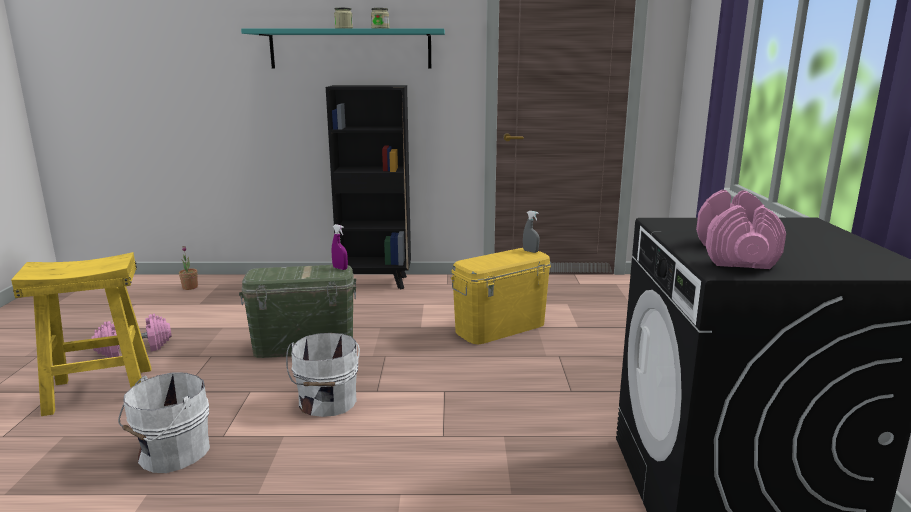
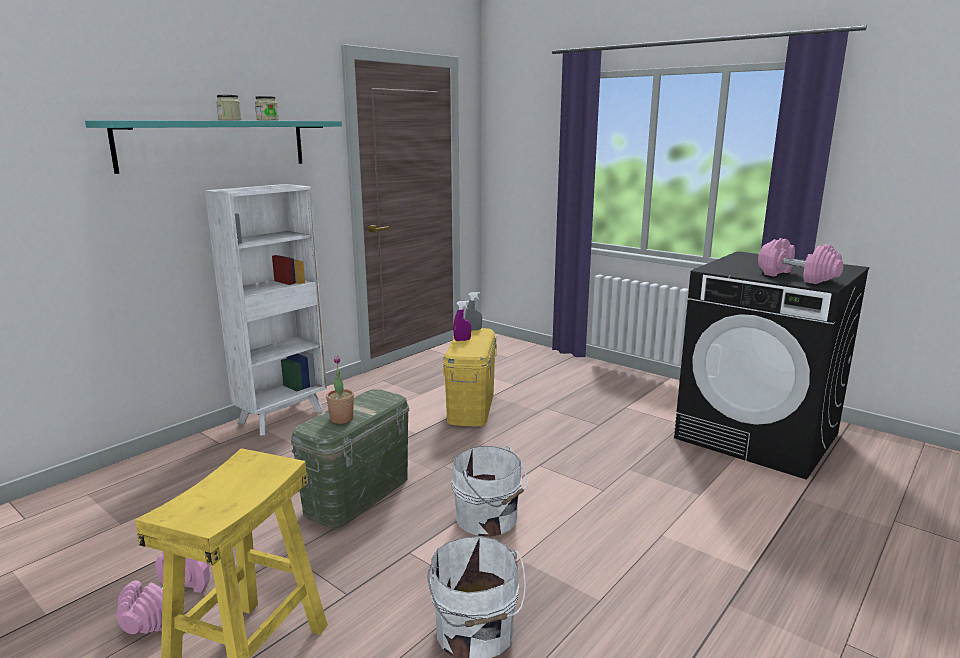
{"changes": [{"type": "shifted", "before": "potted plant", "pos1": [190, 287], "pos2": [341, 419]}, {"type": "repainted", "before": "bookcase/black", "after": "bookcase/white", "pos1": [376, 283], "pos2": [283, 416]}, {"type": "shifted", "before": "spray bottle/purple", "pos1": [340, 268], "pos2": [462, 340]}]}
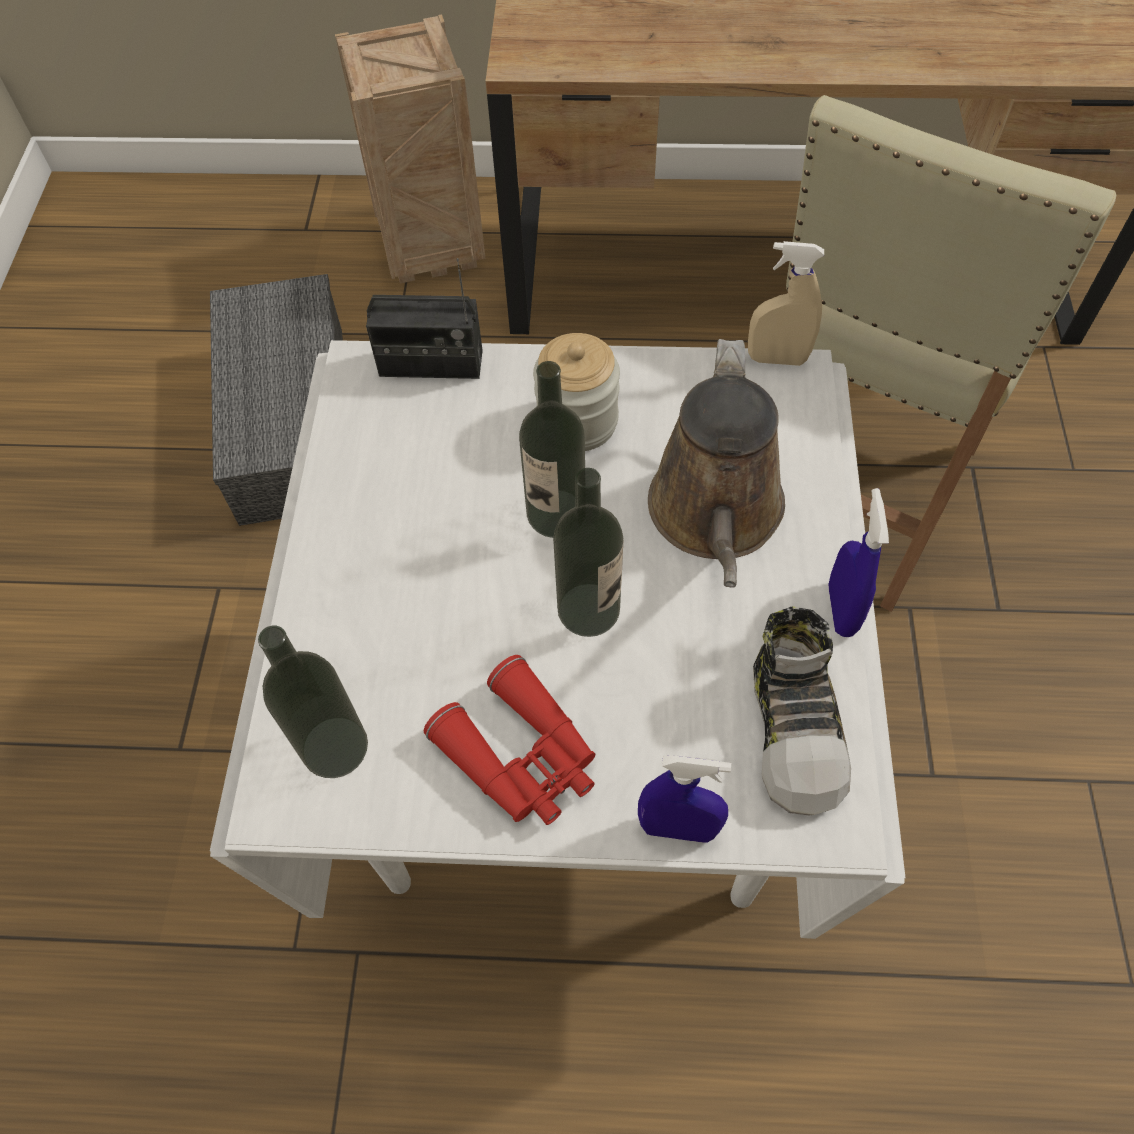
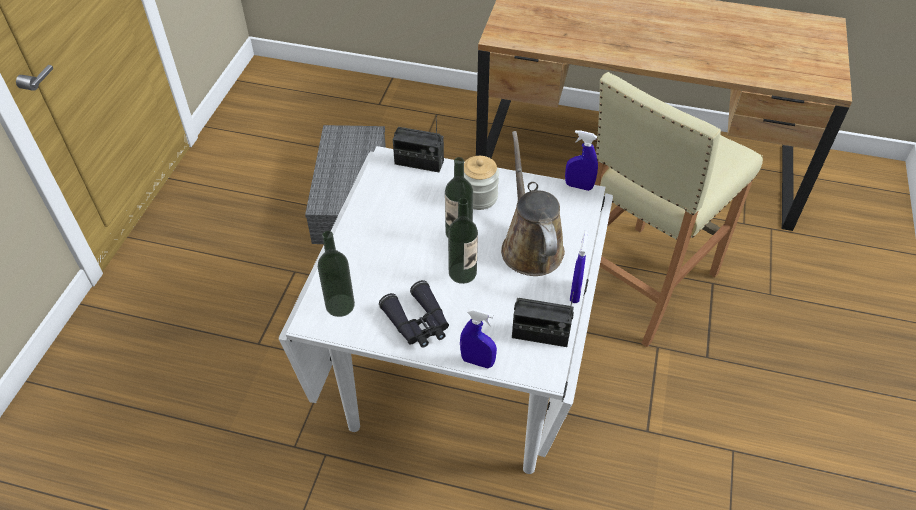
{"changes": [{"type": "gone", "before": "crate", "pos1": [433, 247]}, {"type": "repainted", "before": "binoculars/red", "after": "binoculars/black", "pos1": [521, 756], "pos2": [418, 323]}, {"type": "rotated", "before": "watering can/brown", "pos1": [715, 516], "pos2": [530, 246], "turn": 150}, {"type": "repainted", "before": "spray bottle/beige", "after": "spray bottle/blue", "pos1": [777, 359], "pos2": [578, 186]}, {"type": "swapped", "before": "shoe", "after": "radio", "pos1": [796, 729], "pos2": [540, 334]}]}
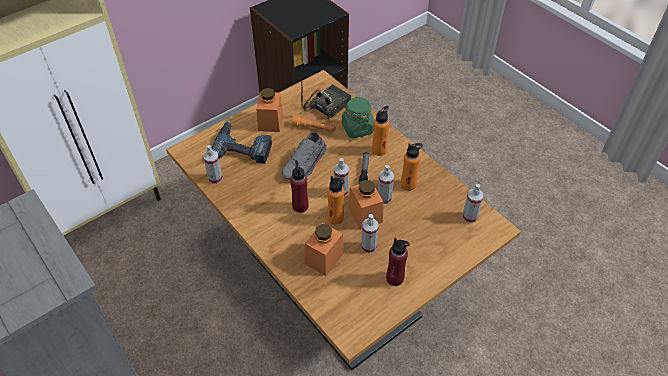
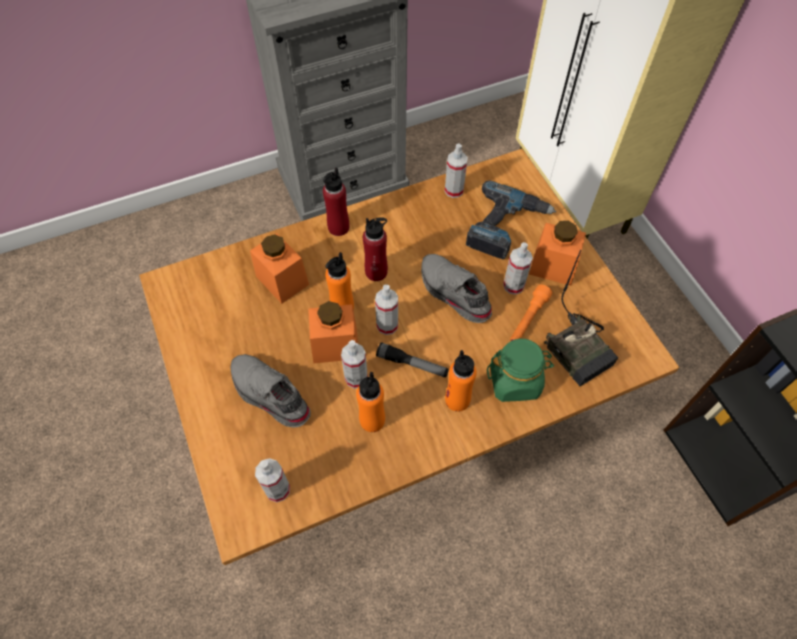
{"changes": [{"type": "shifted", "before": "spray bottle", "pos1": [368, 247], "pos2": [513, 285]}, {"type": "shifted", "before": "bottle/red", "pos1": [395, 278], "pos2": [338, 227]}, {"type": "new", "after": "shoe/grey", "pos2": [269, 395]}]}
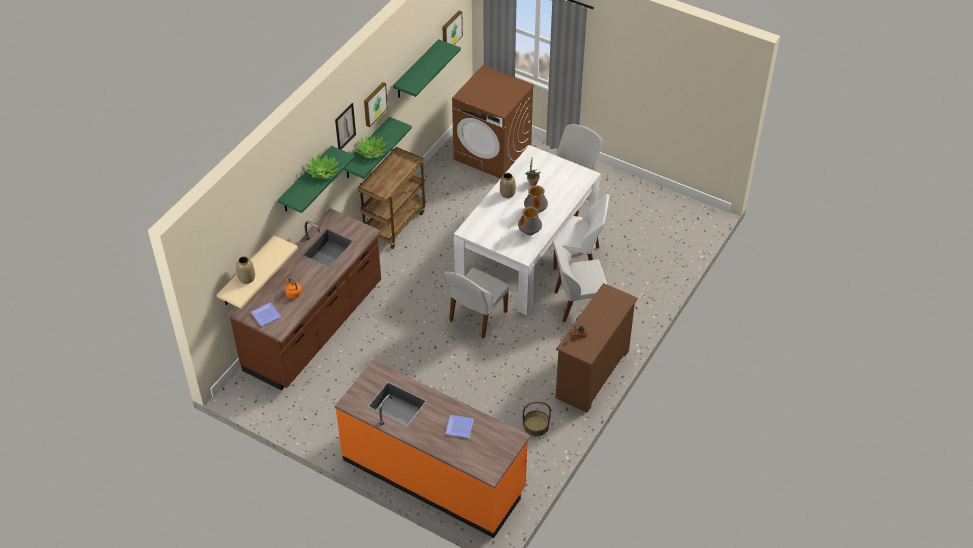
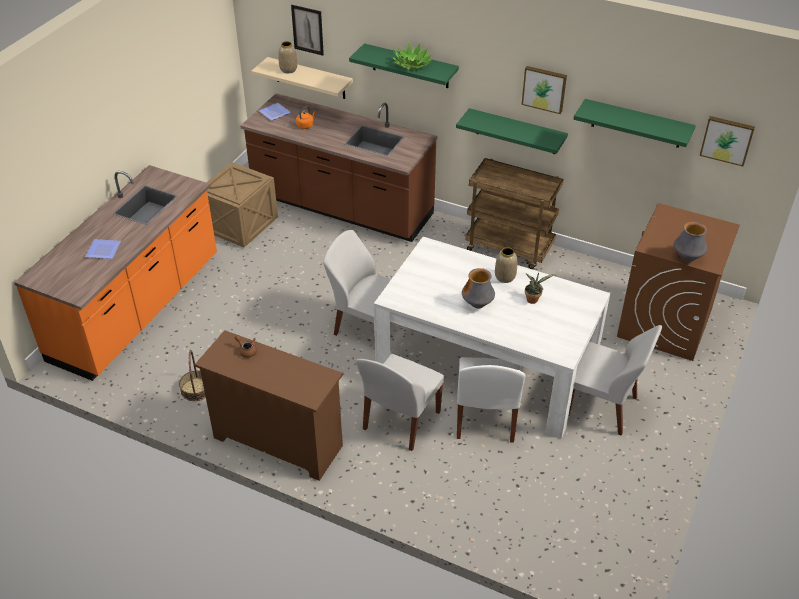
{"changes": [{"type": "shifted", "before": "picture", "pos1": [345, 127], "pos2": [307, 30]}, {"type": "gone", "before": "potted plant", "pos1": [372, 152]}, {"type": "shifted", "before": "vase", "pos1": [529, 232], "pos2": [687, 258]}, {"type": "rotated", "before": "chair/white", "pos1": [577, 304], "pos2": [400, 422], "turn": -135}, {"type": "new", "after": "crate", "pos2": [240, 225]}]}
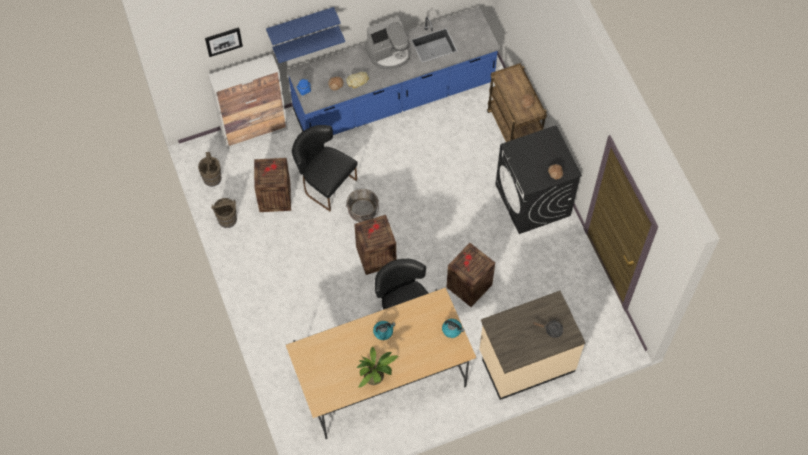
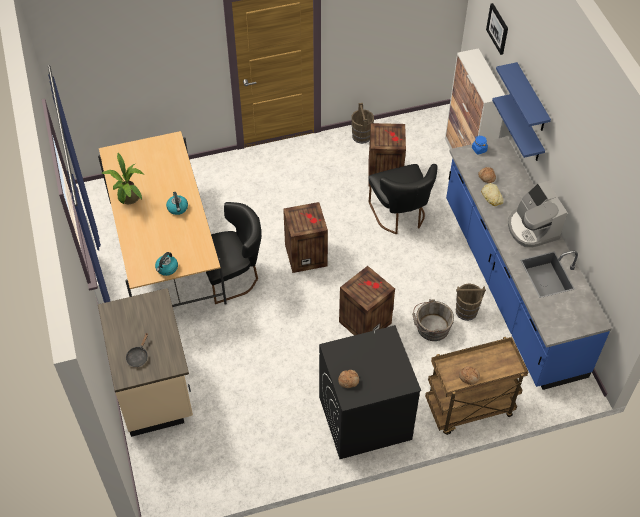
{"changes": [{"type": "shifted", "before": "bucket/brown", "pos1": [212, 178], "pos2": [466, 311]}, {"type": "rotated", "before": "chair/black", "pos1": [324, 183], "pos2": [400, 215], "turn": 120}, {"type": "shifted", "before": "bucket/grey", "pos1": [363, 212], "pos2": [431, 328]}, {"type": "shifted", "before": "crate", "pos1": [468, 286], "pos2": [365, 321]}]}
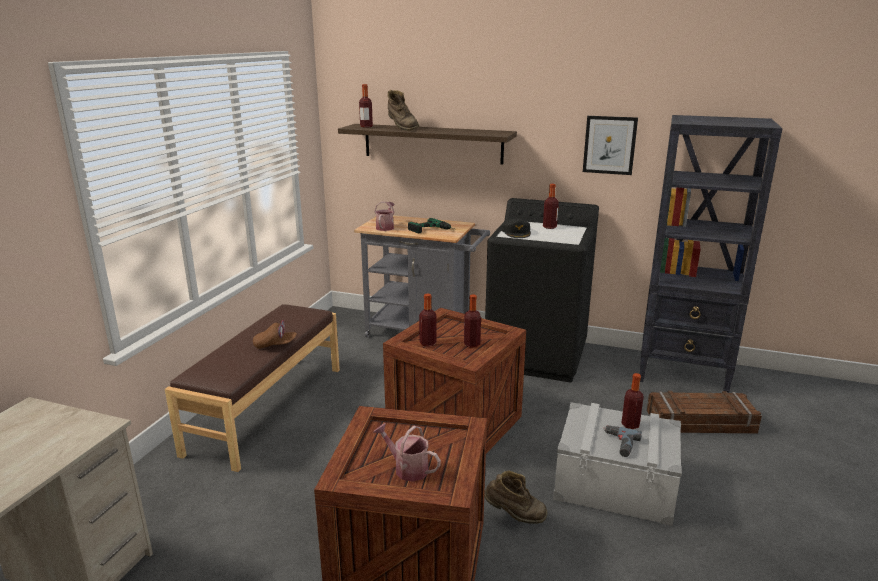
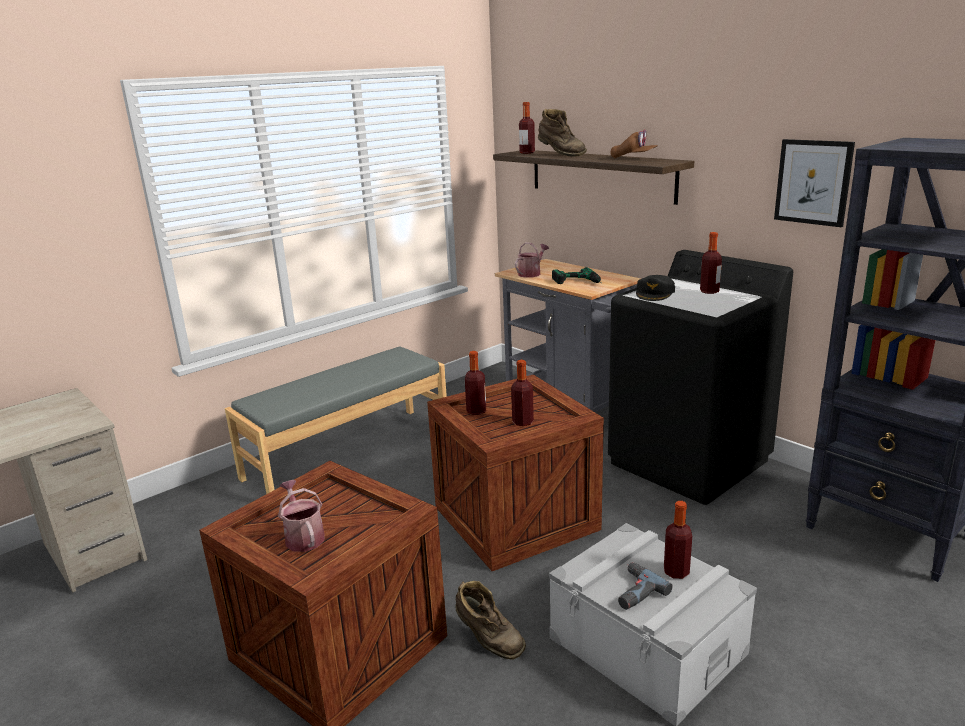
{"changes": [{"type": "repainted", "before": "bench/brown", "after": "bench/grey", "pos1": [266, 408], "pos2": [348, 453]}, {"type": "shifted", "before": "cap/brown", "pos1": [275, 345], "pos2": [633, 158]}, {"type": "rotated", "before": "boot/brown", "pos1": [401, 128], "pos2": [560, 155], "turn": -45}, {"type": "gone", "before": "crate", "pos1": [700, 422]}]}
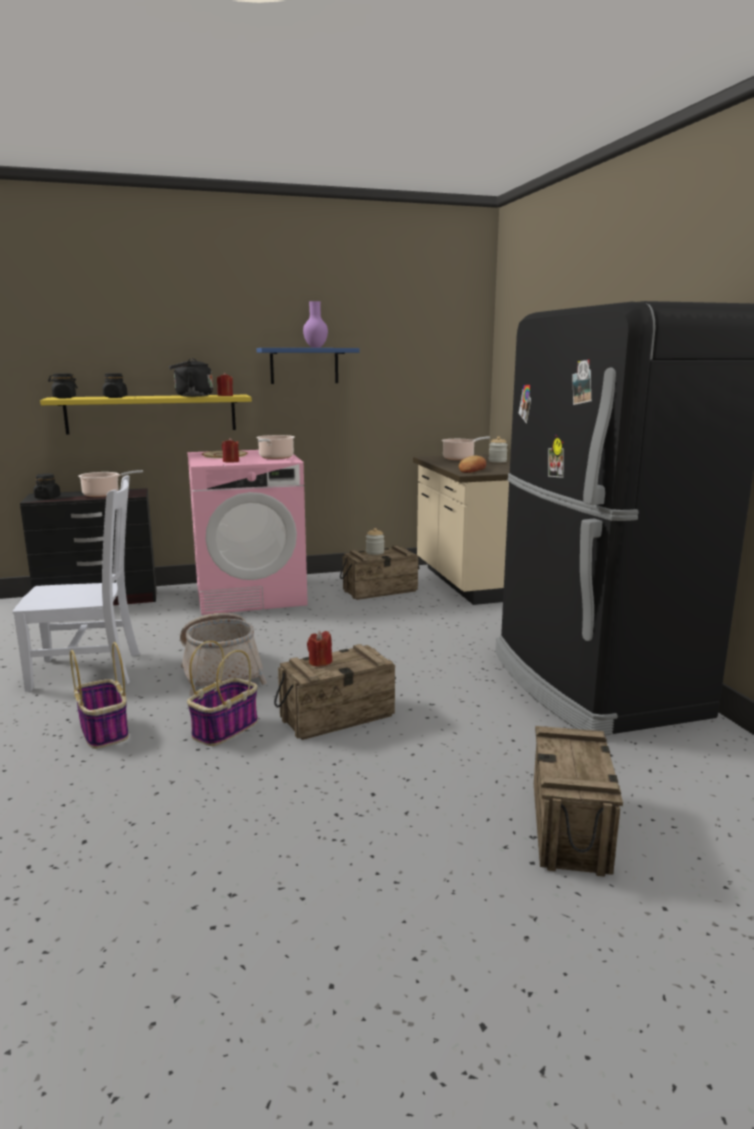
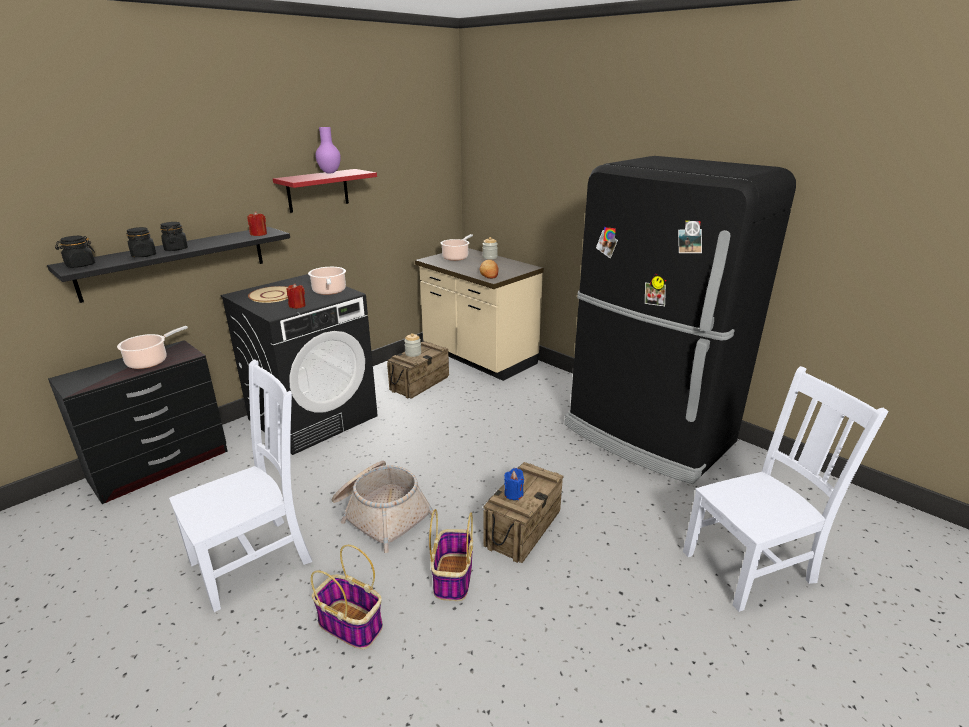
{"changes": [{"type": "shifted", "before": "jar/black", "pos1": [47, 497], "pos2": [176, 248]}, {"type": "repainted", "before": "shelf/yellow", "after": "shelf/black", "pos1": [151, 414], "pos2": [175, 262]}, {"type": "gone", "before": "kettle/black", "pos1": [191, 396]}, {"type": "repainted", "before": "washing machine/pink", "after": "washing machine/black", "pos1": [250, 594], "pos2": [313, 417]}, {"type": "repainted", "before": "shelf/blue", "after": "shelf/red", "pos1": [304, 365], "pos2": [318, 190]}, {"type": "repainted", "before": "candle/red", "after": "candle/blue", "pos1": [320, 662], "pos2": [513, 494]}, {"type": "swapped", "before": "crate", "after": "chair/white", "pos1": [570, 828], "pos2": [751, 566]}]}
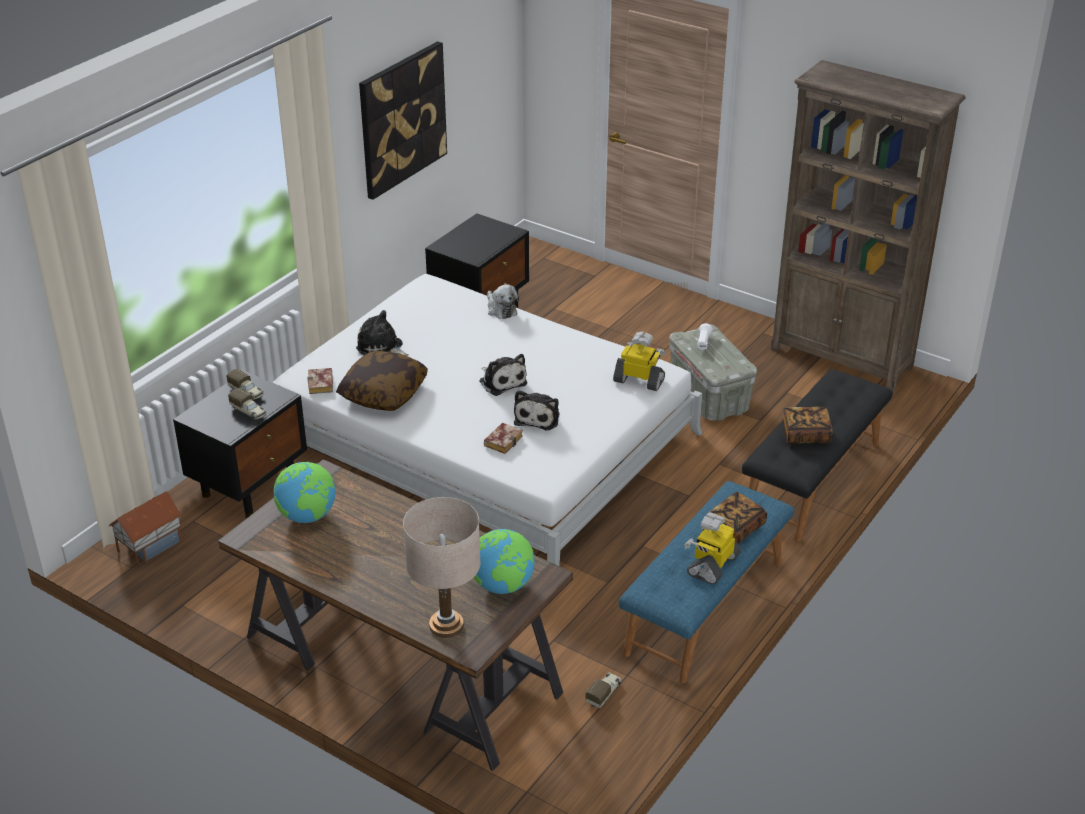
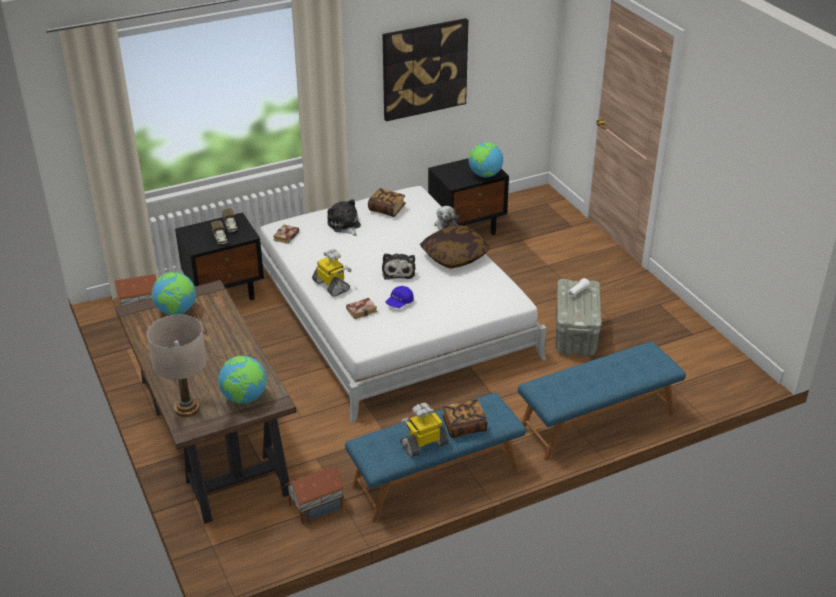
{"changes": [{"type": "shifted", "before": "pillow", "pos1": [383, 393], "pos2": [454, 256]}, {"type": "swapped", "before": "plush toy", "after": "cap/blue", "pos1": [538, 417], "pos2": [399, 303]}, {"type": "swapped", "before": "toy truck", "after": "toy house", "pos1": [604, 694], "pos2": [316, 506]}, {"type": "shifted", "before": "toy robot", "pos1": [639, 380], "pos2": [332, 285]}, {"type": "repainted", "before": "bench/black", "after": "bench/blue", "pos1": [813, 480], "pos2": [597, 422]}, {"type": "gone", "before": "bookcase/brown", "pos1": [842, 358]}, {"type": "shifted", "before": "book", "pos1": [805, 435], "pos2": [387, 209]}, {"type": "new", "after": "globe", "pos2": [485, 175]}]}
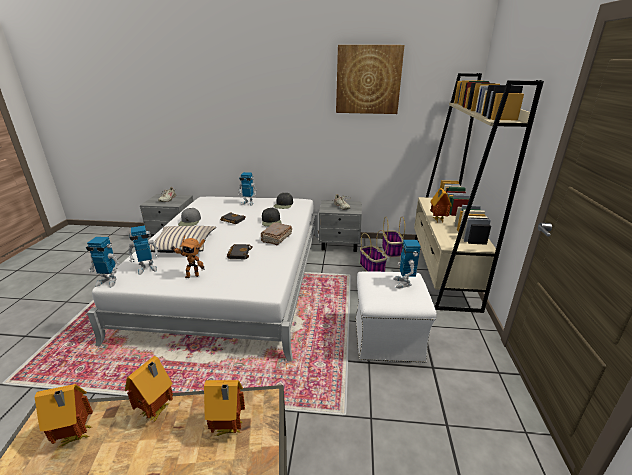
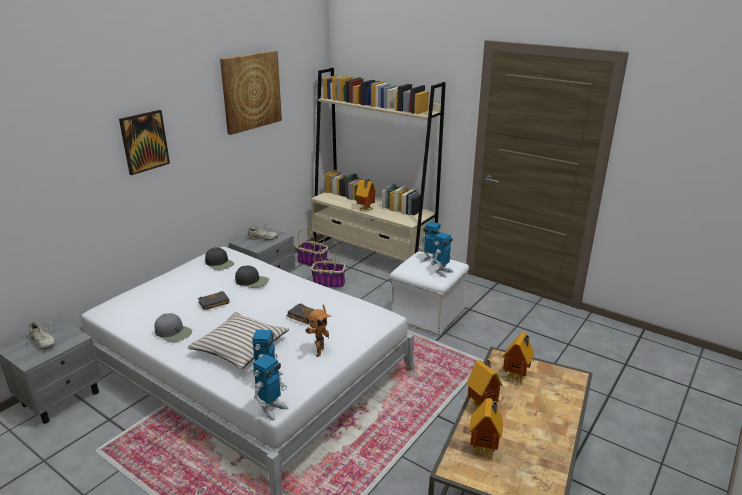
{"changes": [{"type": "shifted", "before": "toy robot", "pos1": [248, 203], "pos2": [442, 272]}, {"type": "gone", "before": "book/brown", "pos1": [276, 238]}, {"type": "new", "after": "picture", "pos2": [144, 141]}]}
